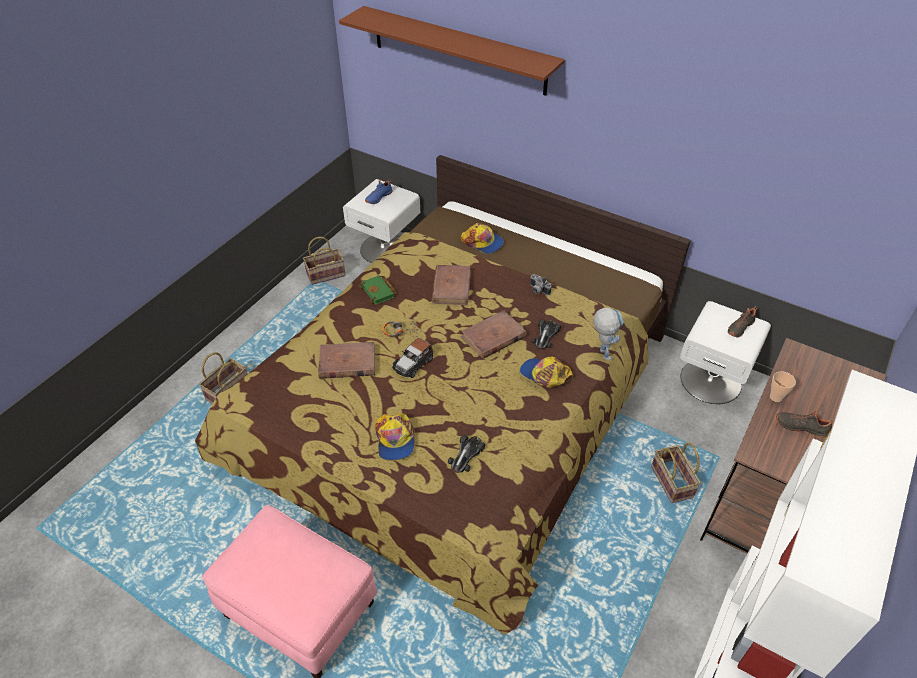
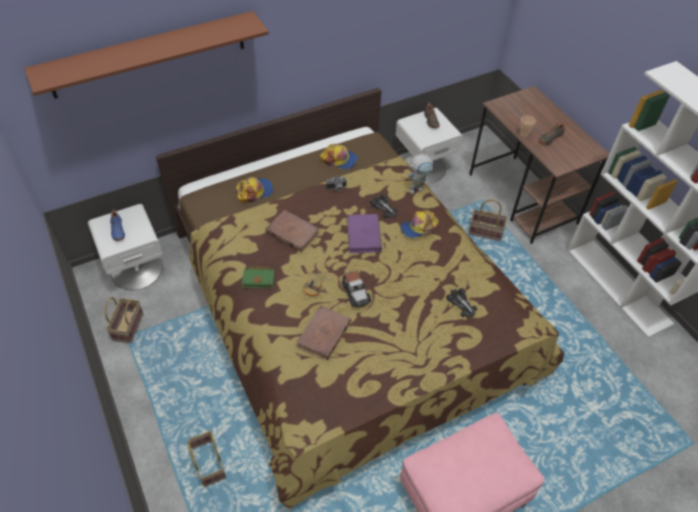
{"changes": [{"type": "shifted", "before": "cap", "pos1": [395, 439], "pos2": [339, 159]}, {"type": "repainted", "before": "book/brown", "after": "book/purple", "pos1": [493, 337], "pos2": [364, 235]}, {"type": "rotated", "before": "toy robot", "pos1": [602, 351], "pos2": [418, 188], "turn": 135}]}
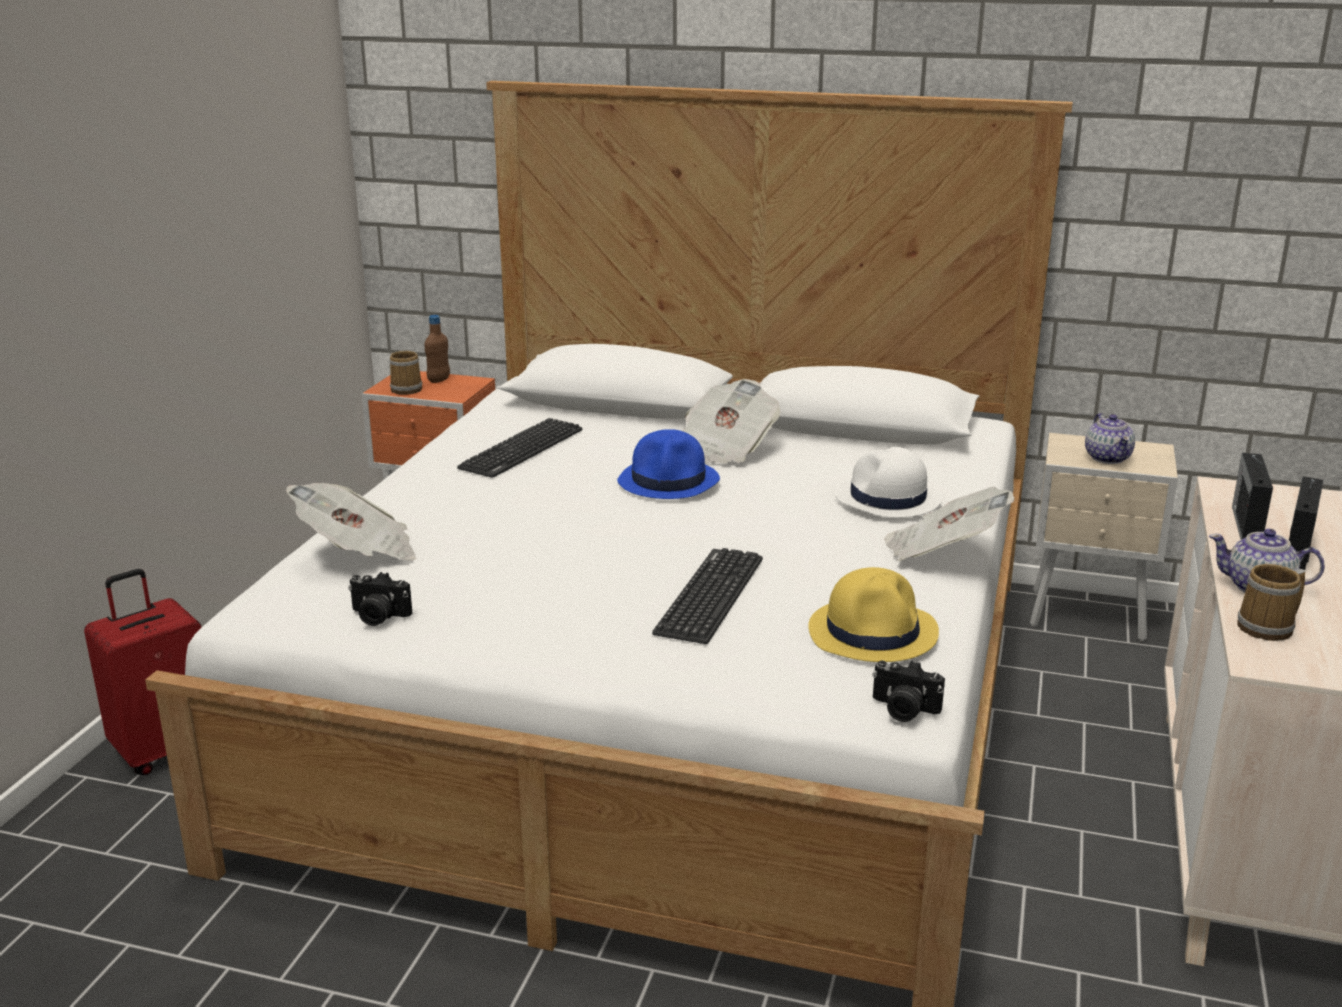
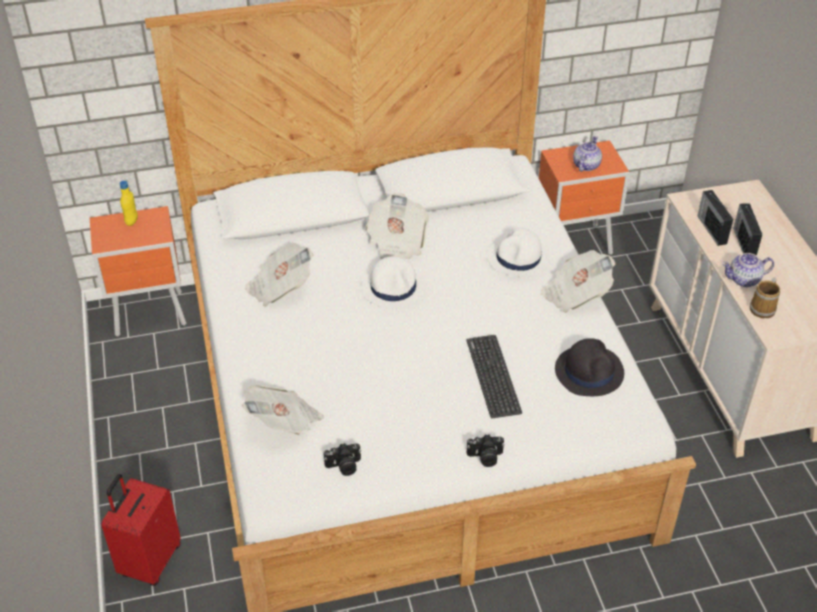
{"changes": [{"type": "gone", "before": "mug", "pos1": [407, 388]}, {"type": "repainted", "before": "bottle/brown", "after": "bottle/yellow", "pos1": [439, 380], "pos2": [131, 221]}, {"type": "swapped", "before": "keyboard", "after": "newspaper", "pos1": [522, 449], "pos2": [280, 288]}, {"type": "repainted", "before": "hat/blue", "after": "hat/white", "pos1": [669, 481], "pos2": [394, 287]}, {"type": "repainted", "before": "hat/yellow", "after": "hat/black", "pos1": [873, 632], "pos2": [589, 371]}, {"type": "shifted", "before": "photo camera", "pos1": [903, 710], "pos2": [485, 457]}, {"type": "repainted", "before": "nightstand/beige", "after": "nightstand/orange", "pos1": [1090, 617], "pos2": [576, 245]}, {"type": "rotated", "before": "teapot", "pos1": [1107, 458], "pos2": [586, 165], "turn": -120}]}
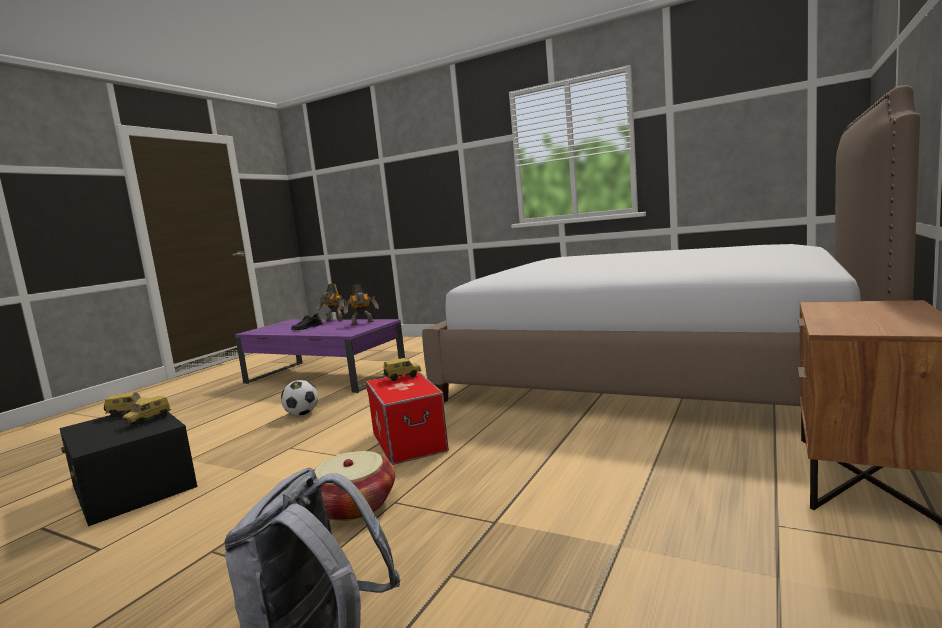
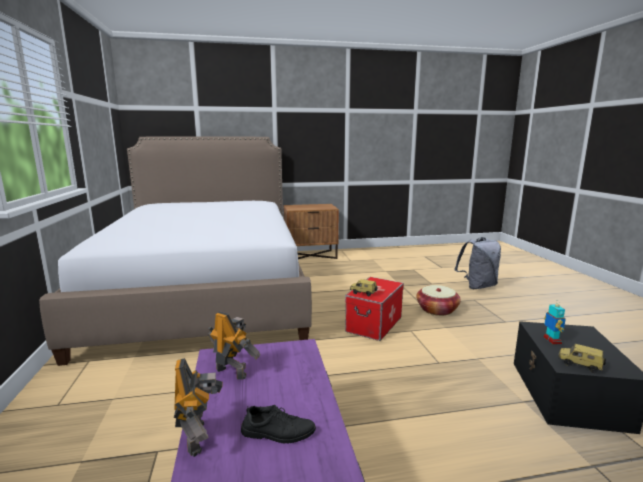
{"changes": [{"type": "swapped", "before": "toy car", "after": "toy robot", "pos1": [148, 421], "pos2": [552, 340]}, {"type": "gone", "before": "football", "pos1": [302, 414]}]}
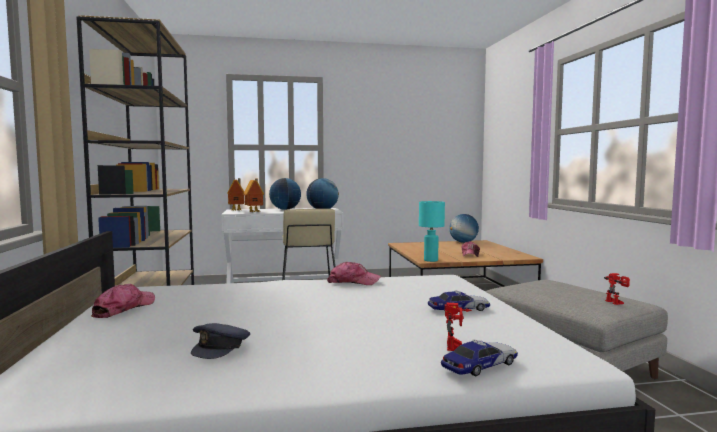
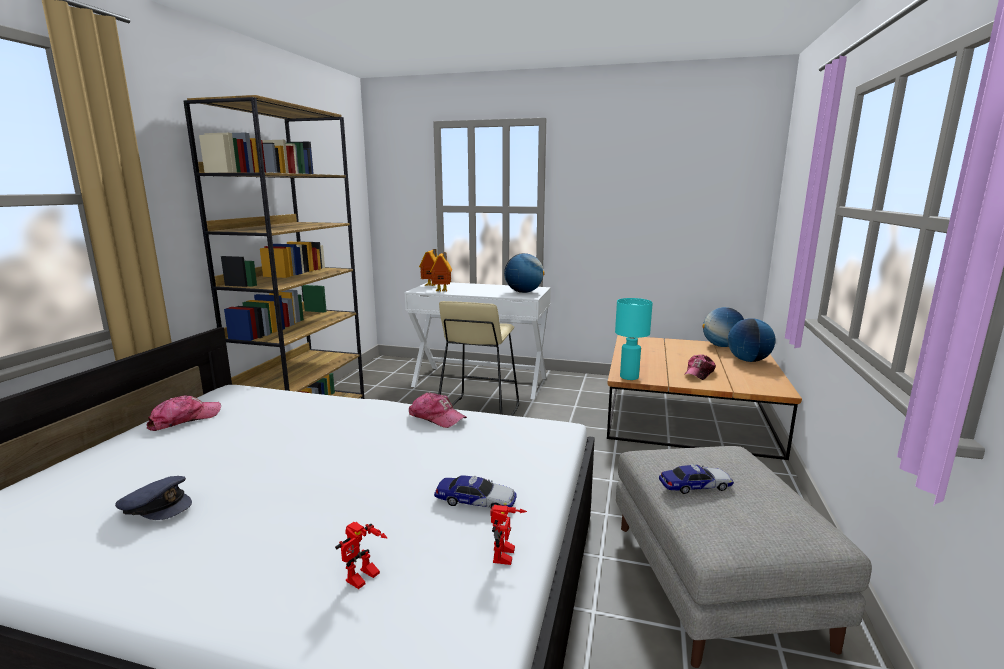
{"changes": [{"type": "rotated", "before": "cap/grey", "pos1": [221, 347], "pos2": [157, 506], "turn": -120}, {"type": "shifted", "before": "globe", "pos1": [285, 209], "pos2": [748, 360]}, {"type": "shifted", "before": "toy car", "pos1": [480, 366], "pos2": [695, 485]}, {"type": "shifted", "before": "toy robot", "pos1": [617, 302], "pos2": [507, 557]}]}
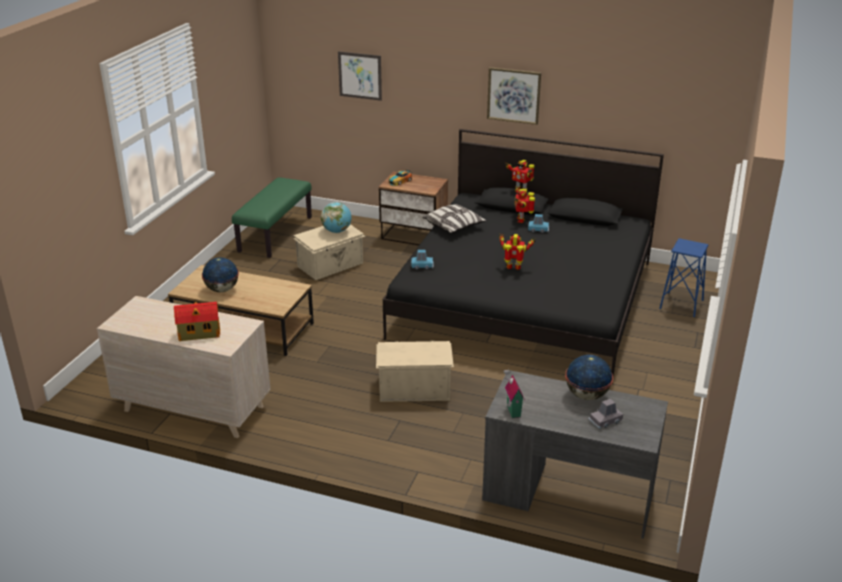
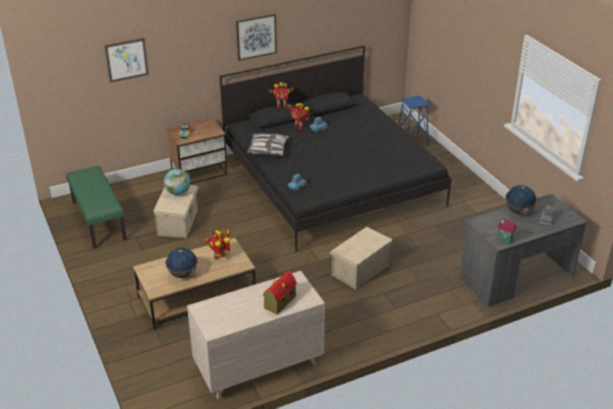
{"changes": [{"type": "shifted", "before": "toy robot", "pos1": [514, 268], "pos2": [220, 257]}]}
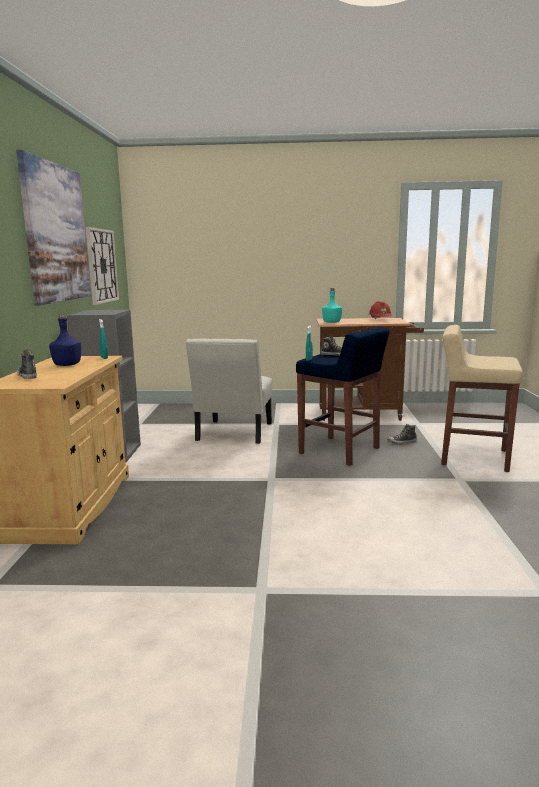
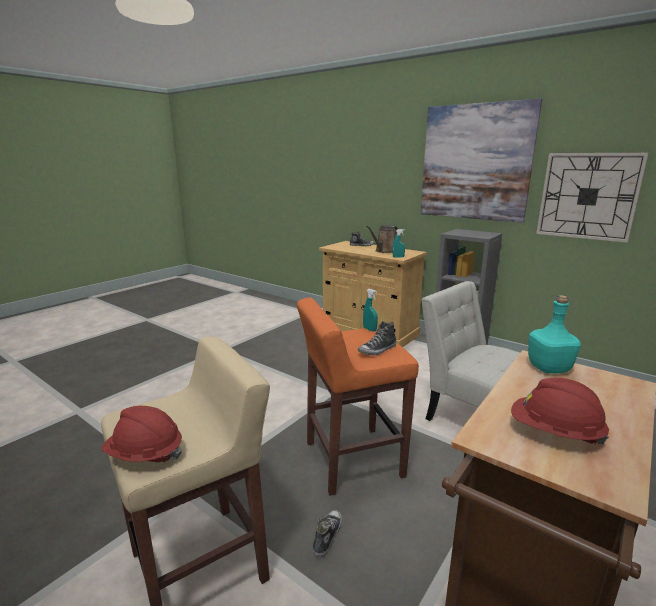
{"changes": [{"type": "swapped", "before": "bottle/blue", "after": "watering can/brown", "pos1": [67, 365], "pos2": [384, 251]}, {"type": "repainted", "before": "stool/blue", "after": "stool/orange", "pos1": [340, 451], "pos2": [351, 459]}, {"type": "new", "after": "hard hat/red", "pos2": [145, 454]}]}
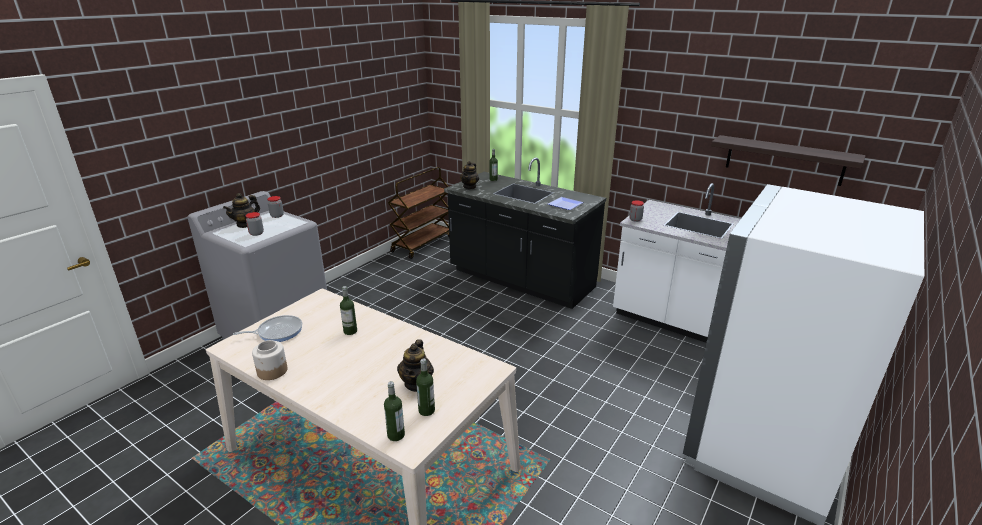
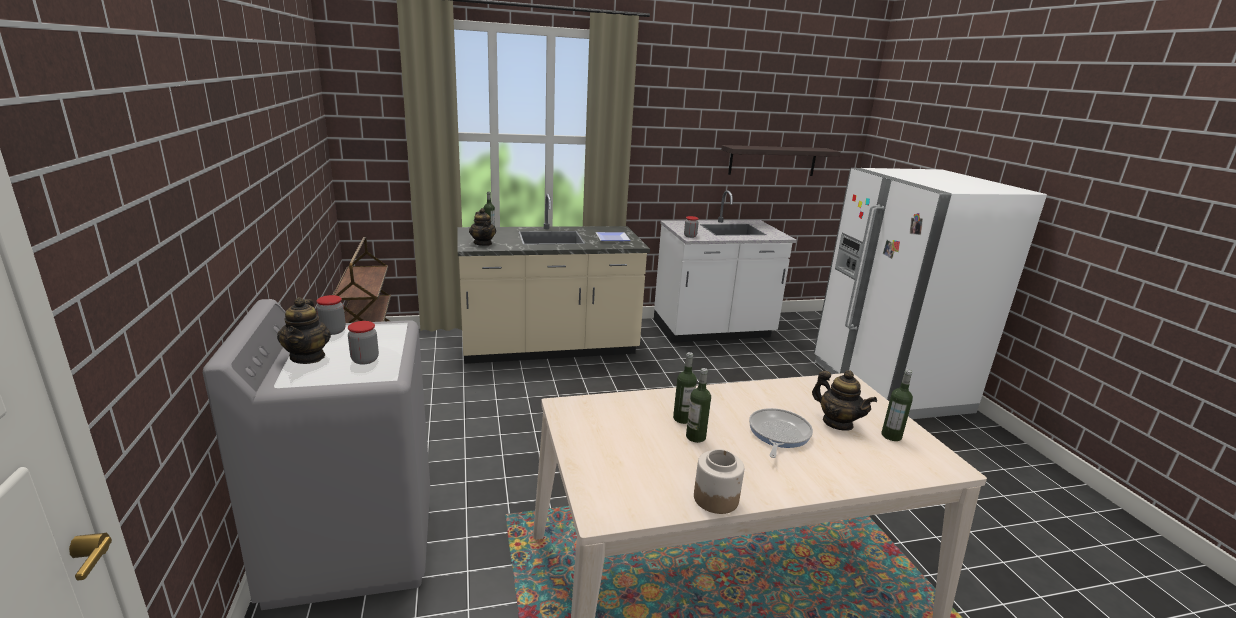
{"changes": [{"type": "shifted", "before": "frying pan", "pos1": [277, 332], "pos2": [778, 434]}, {"type": "shifted", "before": "bottle", "pos1": [396, 435], "pos2": [695, 437]}, {"type": "repainted", "before": "counter/black", "after": "counter/beige", "pos1": [521, 280], "pos2": [549, 347]}]}
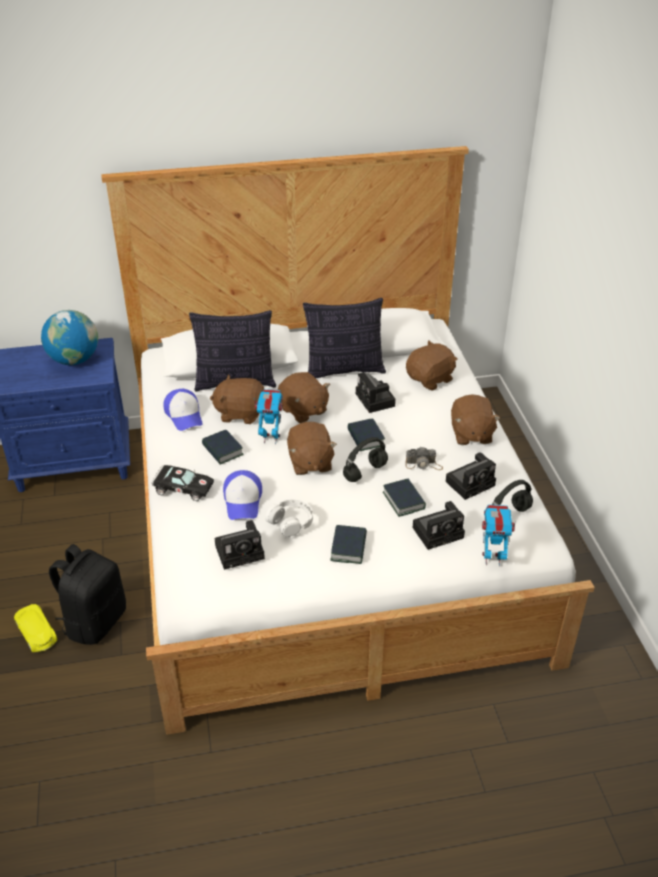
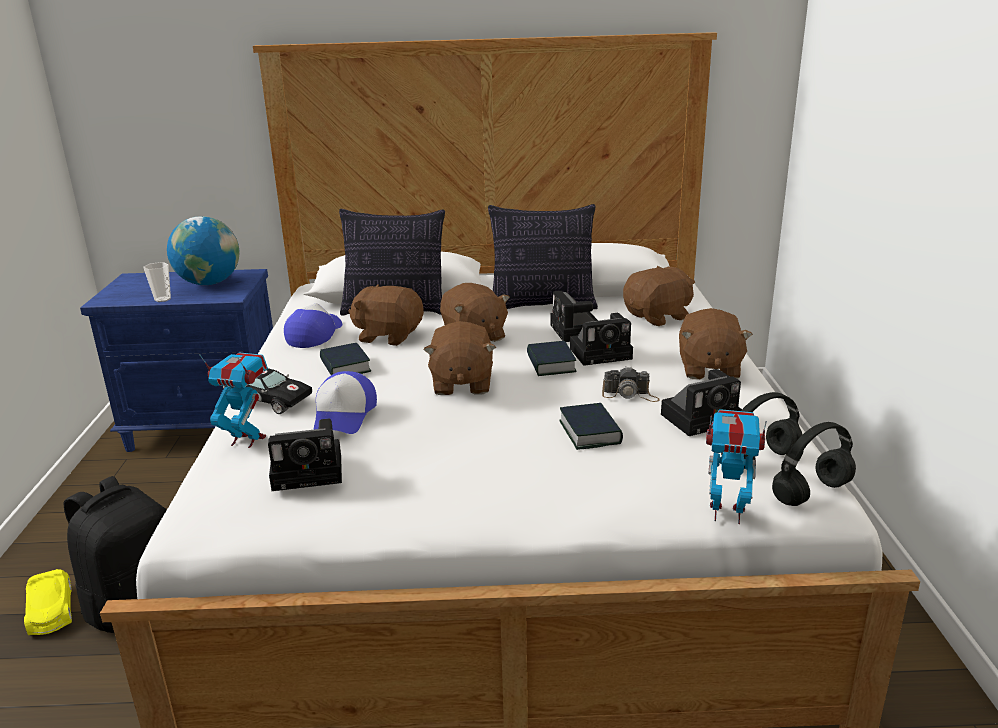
{"changes": [{"type": "rotated", "before": "cap", "pos1": [184, 415], "pos2": [314, 334], "turn": -150}, {"type": "shifted", "before": "toy robot", "pos1": [271, 438], "pos2": [247, 440]}, {"type": "gone", "before": "headphones/white", "pos1": [291, 521]}, {"type": "gone", "before": "book", "pos1": [349, 548]}, {"type": "shifted", "before": "headphones/black", "pos1": [365, 471], "pos2": [812, 492]}, {"type": "shifted", "before": "photo camera", "pos1": [439, 532], "pos2": [603, 353]}, {"type": "new", "after": "cup", "pos2": [162, 299]}]}
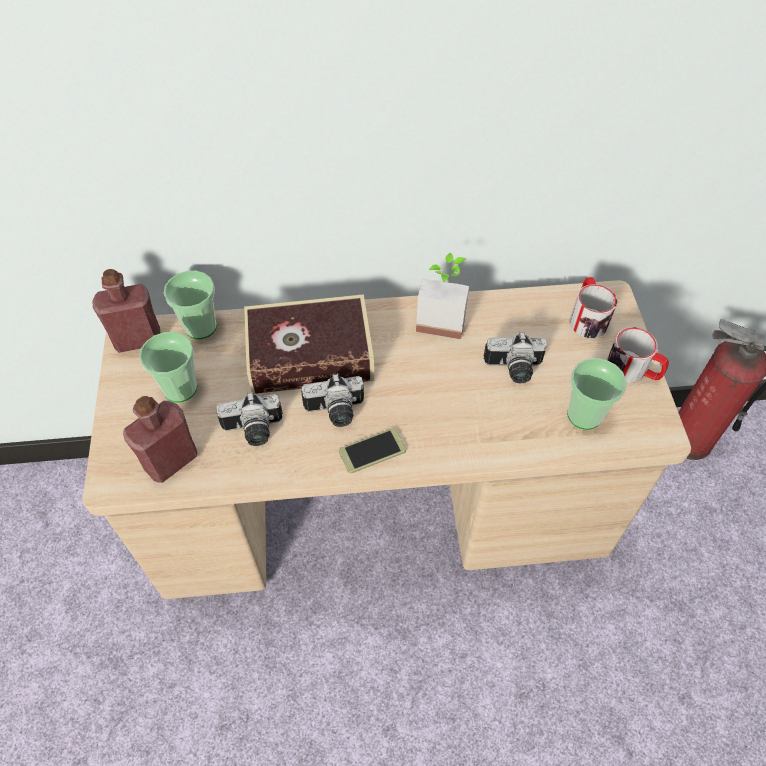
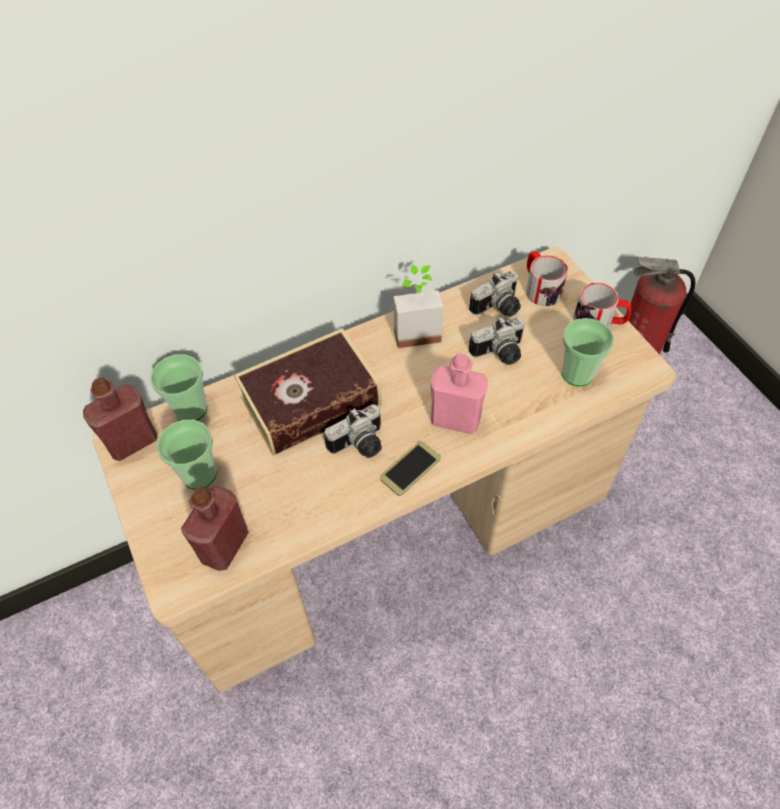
{"changes": [{"type": "shifted", "before": "photo camera", "pos1": [253, 431], "pos2": [498, 308]}, {"type": "new", "after": "bottle/pink", "pos2": [455, 419]}]}
